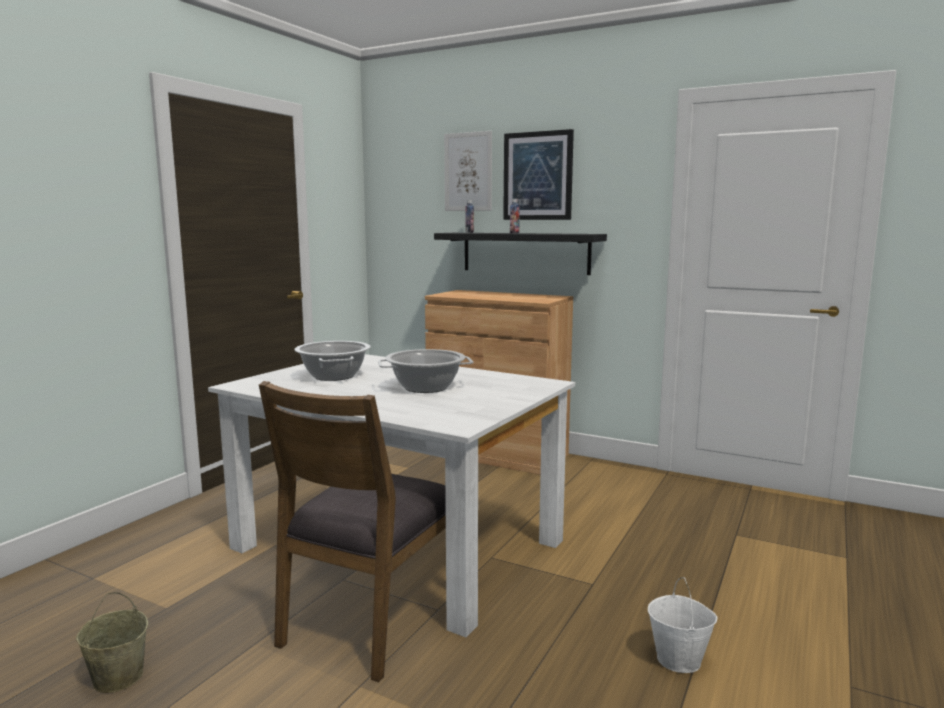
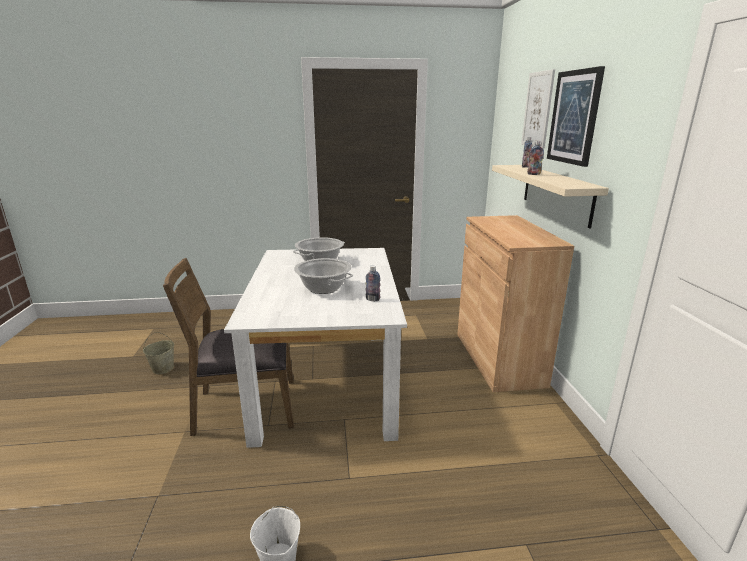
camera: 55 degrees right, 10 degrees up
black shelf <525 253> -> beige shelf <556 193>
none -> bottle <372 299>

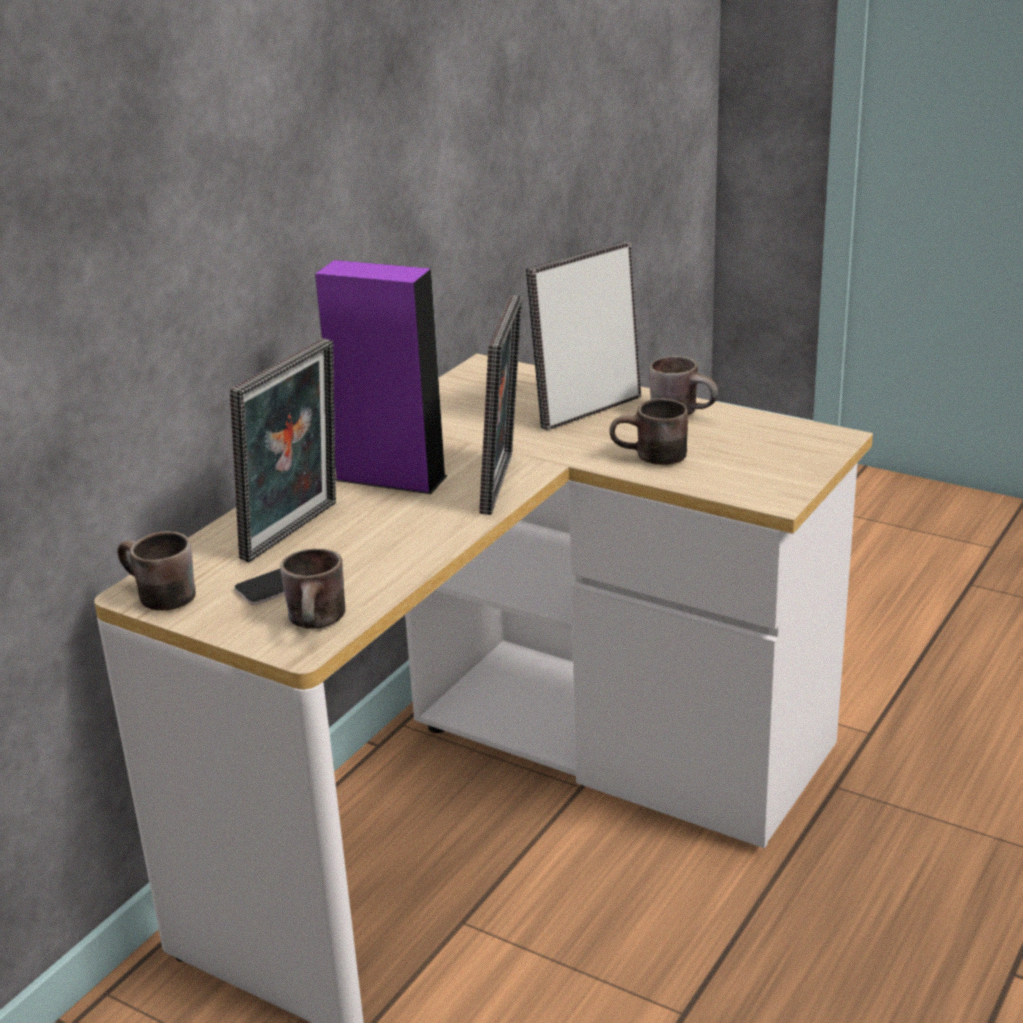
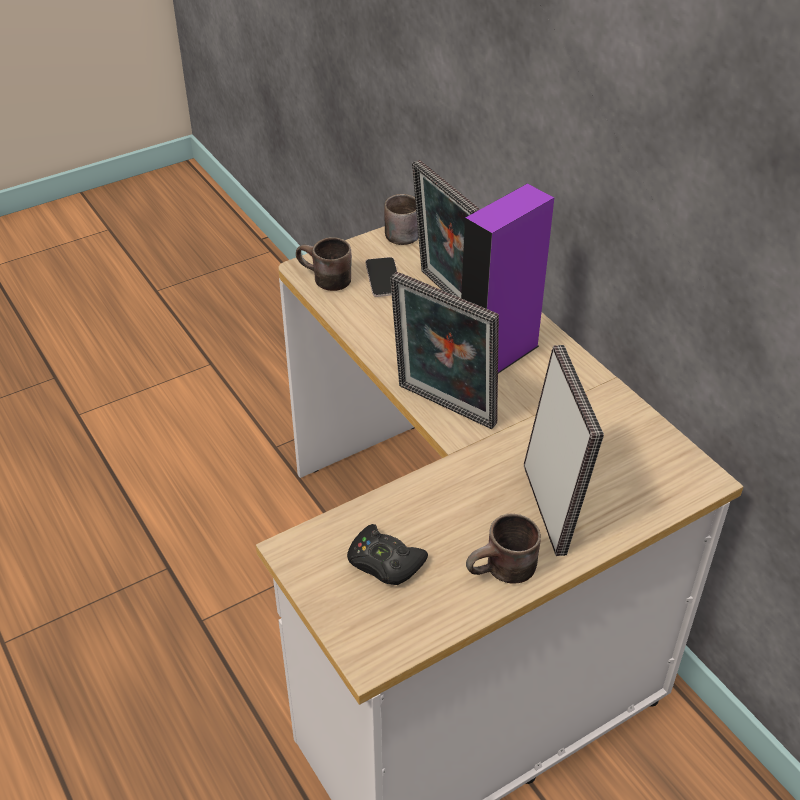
camera: 115 degrees right, 15 degrees up
brown mug <651 459> -> none
none -> black game controller <384 562>

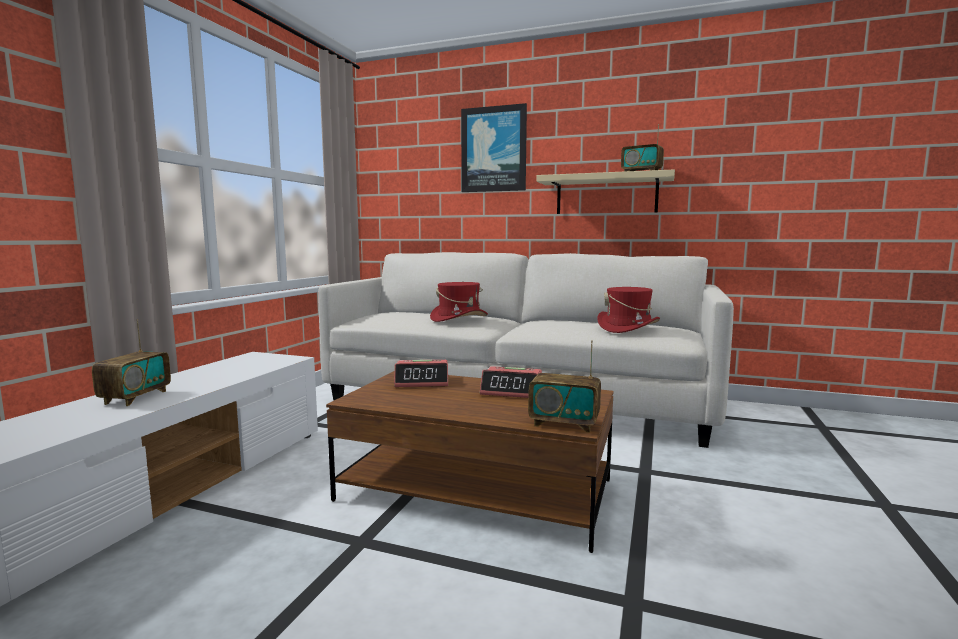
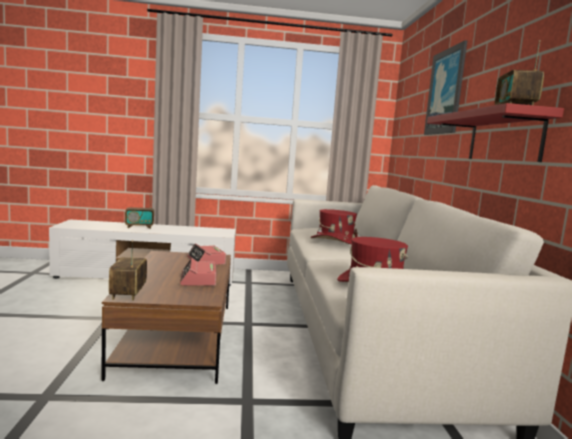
camera: 65 degrees right, 0 degrees up
beige shelf <606 195> -> red shelf <504 137>

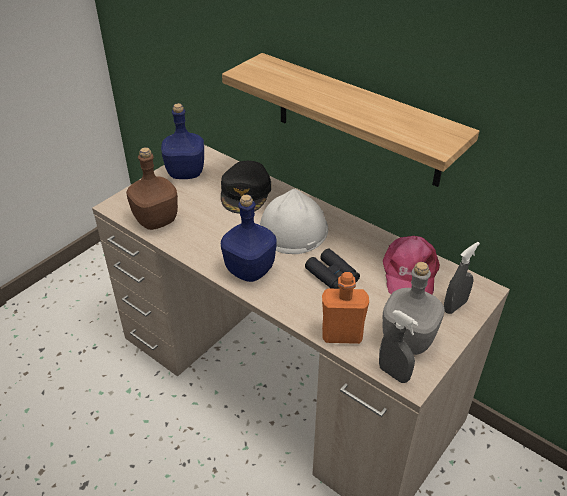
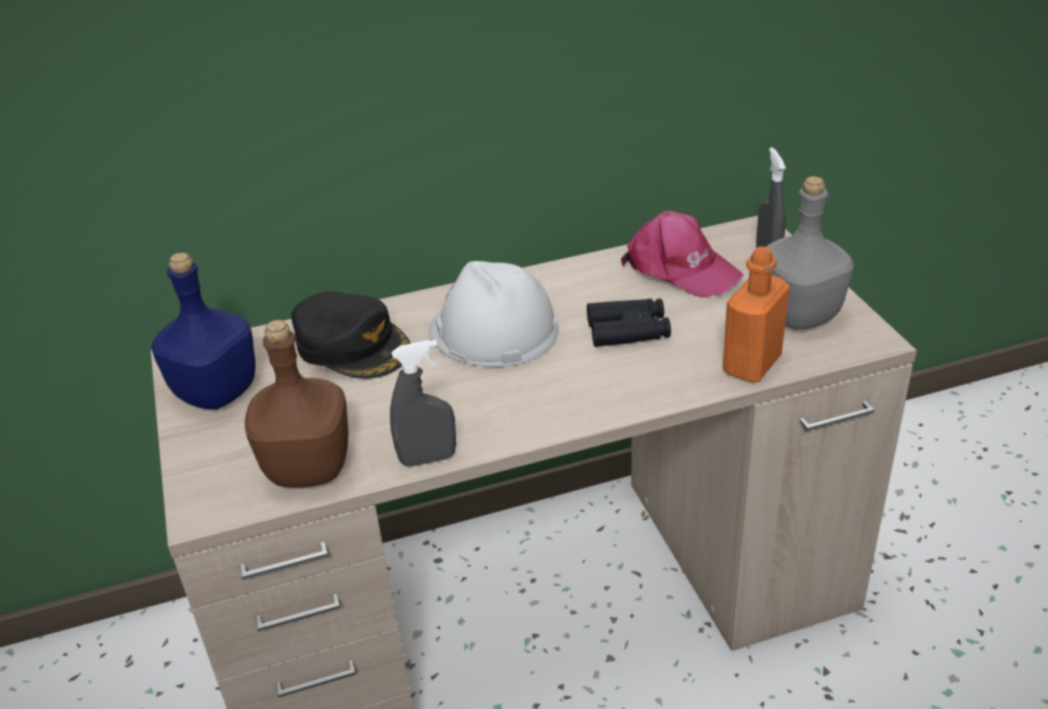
camera: 55 degrees left, 5 degrees down
blue bottle <250 269> -> none
shelf <357 120> -> none
grey spray bottle <393 373> -> grey spray bottle <428 459>, shifted

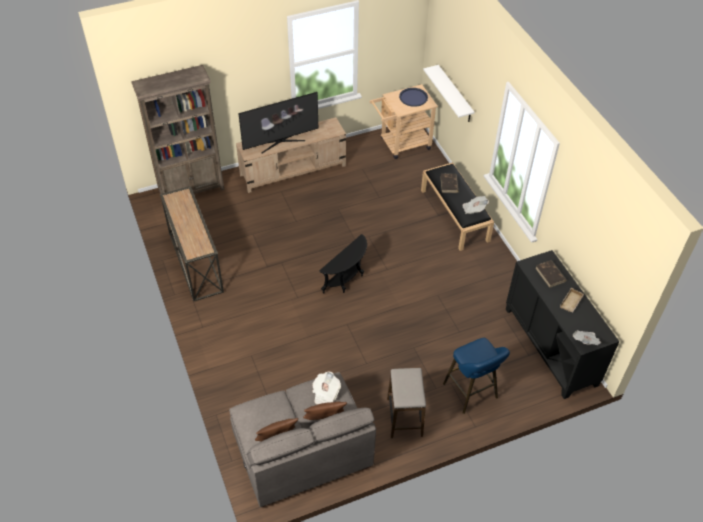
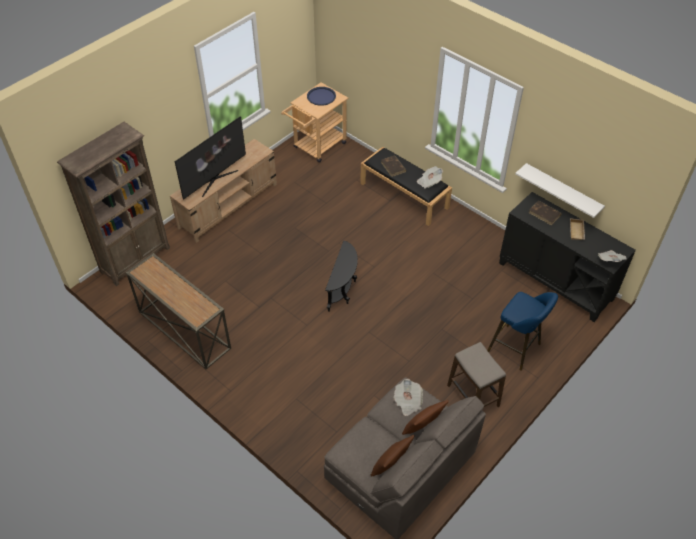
camera: 25 degrees left, 0 degrees up
white shelf <455 94> -> white shelf <562 191>, shifted

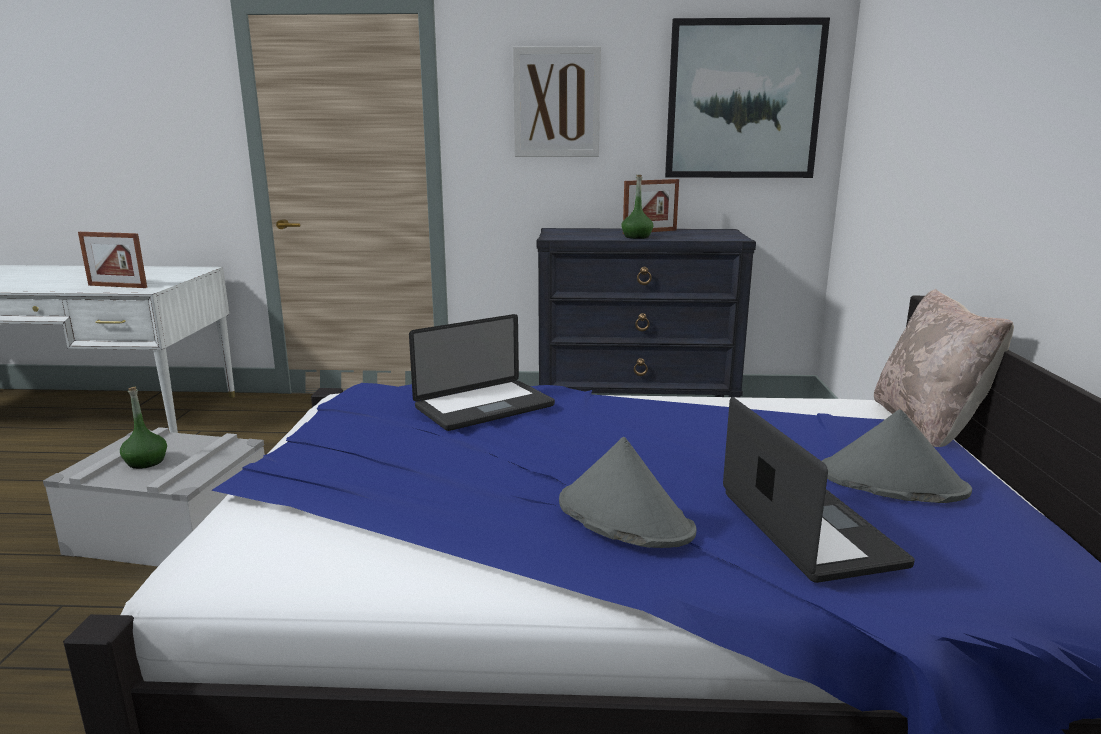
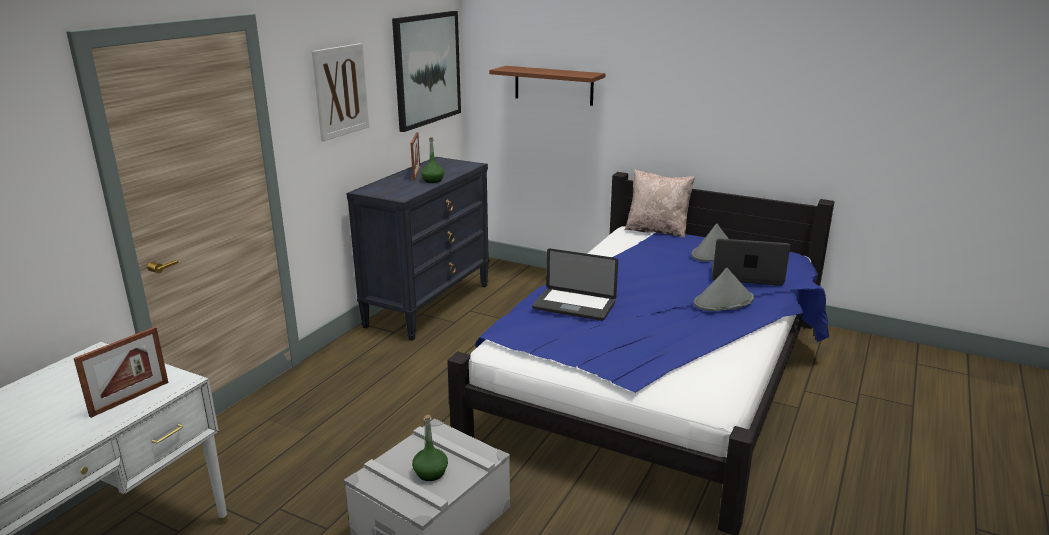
camera: 65 degrees left, 5 degrees up
laptop <484 407> -> laptop <574 306>, 120 degrees clockwise
none -> brown shelf <553 85>

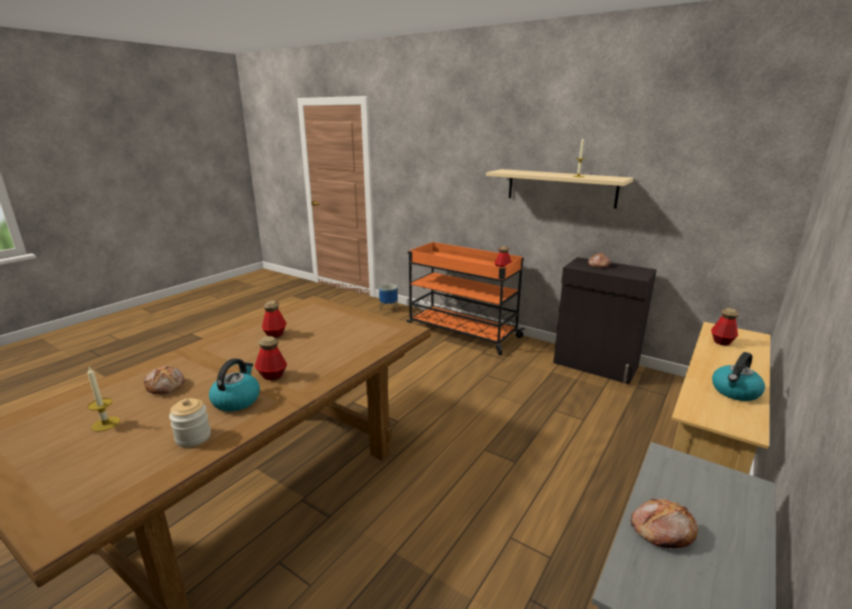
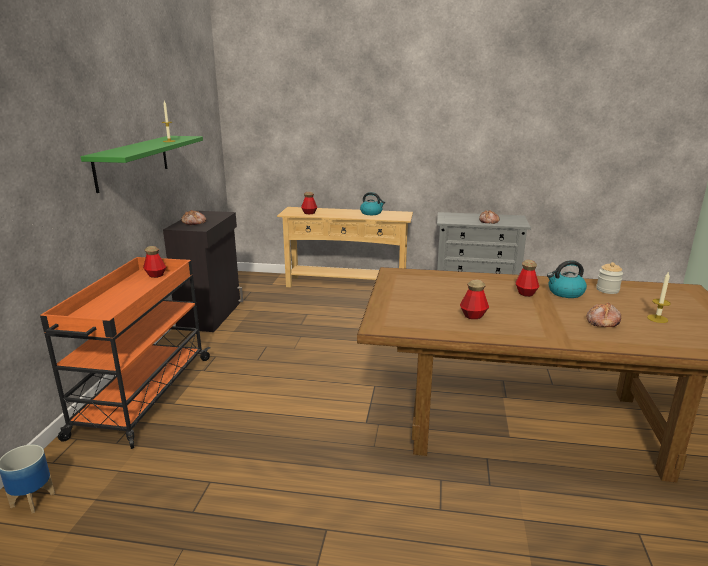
camera: 115 degrees left, 0 degrees up
beige shelf <561 188> -> green shelf <132 162>

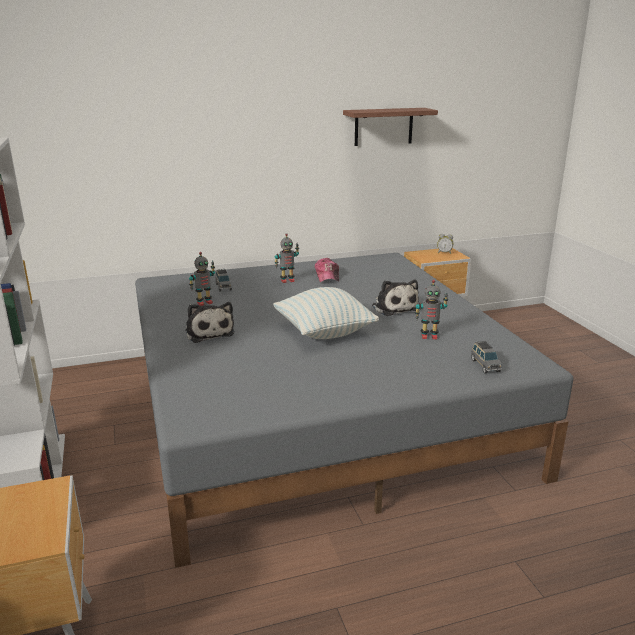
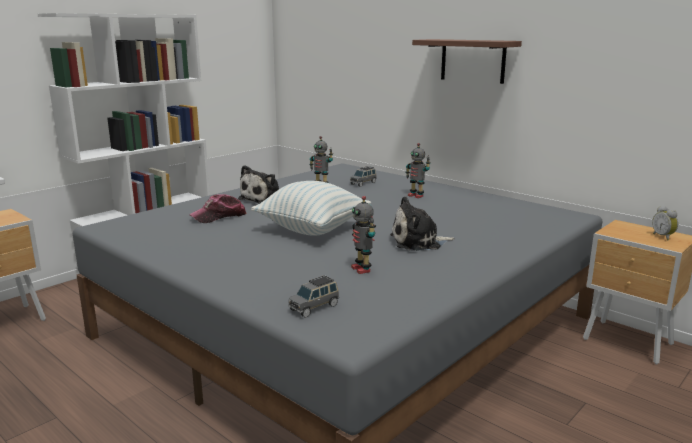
camera: 60 degrees right, 5 degrees down
cap <327 276> -> cap <219 216>, shifted
shelf <383 126> -> shelf <472 60>, shifted
plush toy <394 307> -> plush toy <418 242>, 45 degrees clockwise

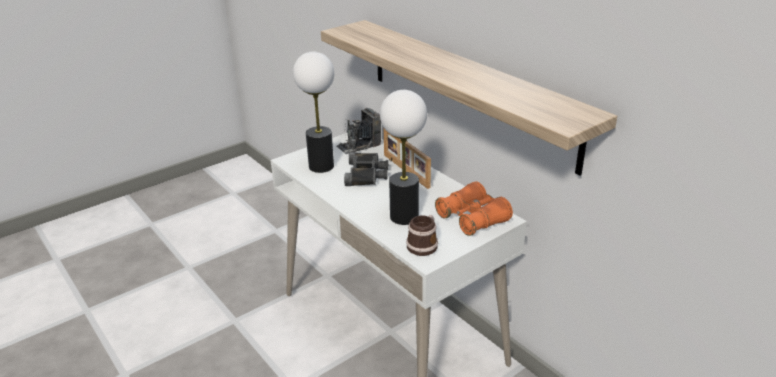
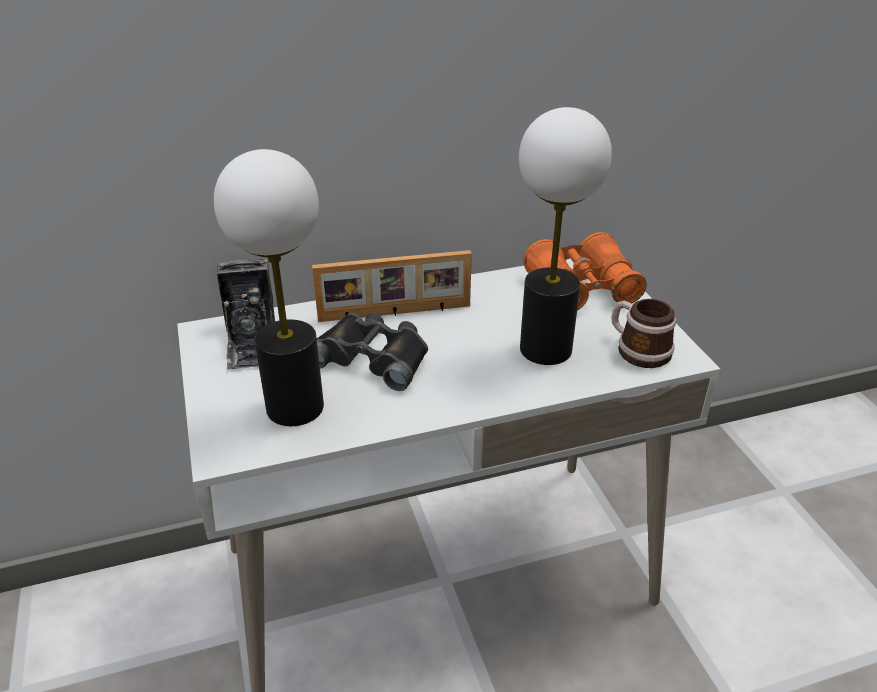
camera: 70 degrees left, 5 degrees up
shelf <467 90> -> none

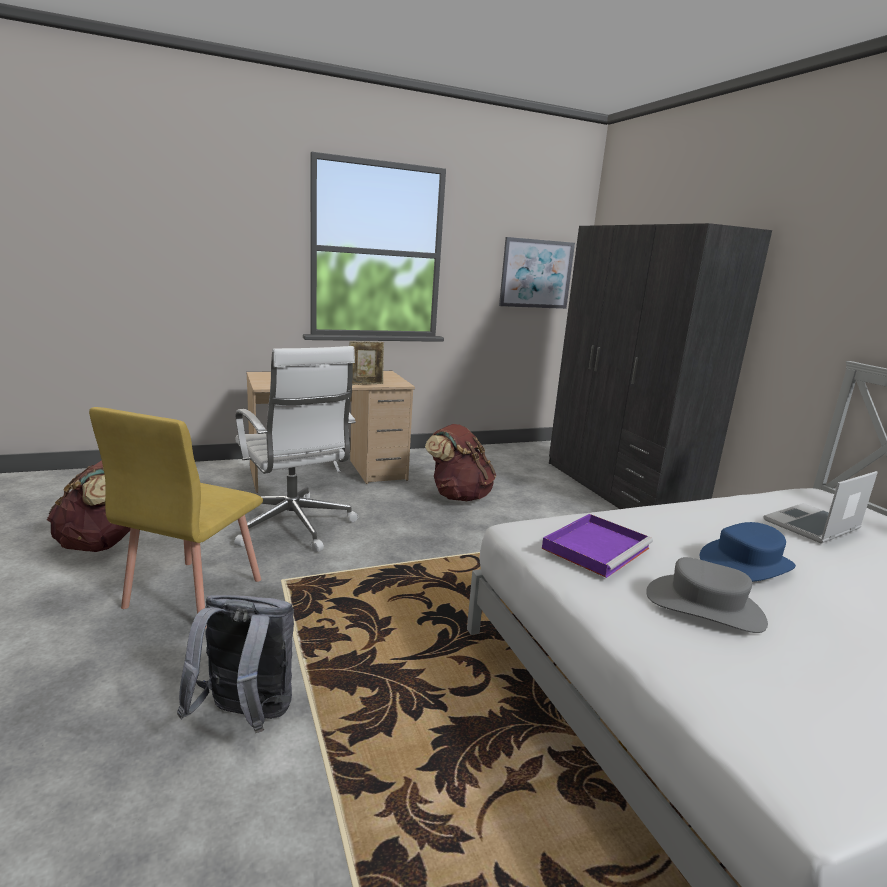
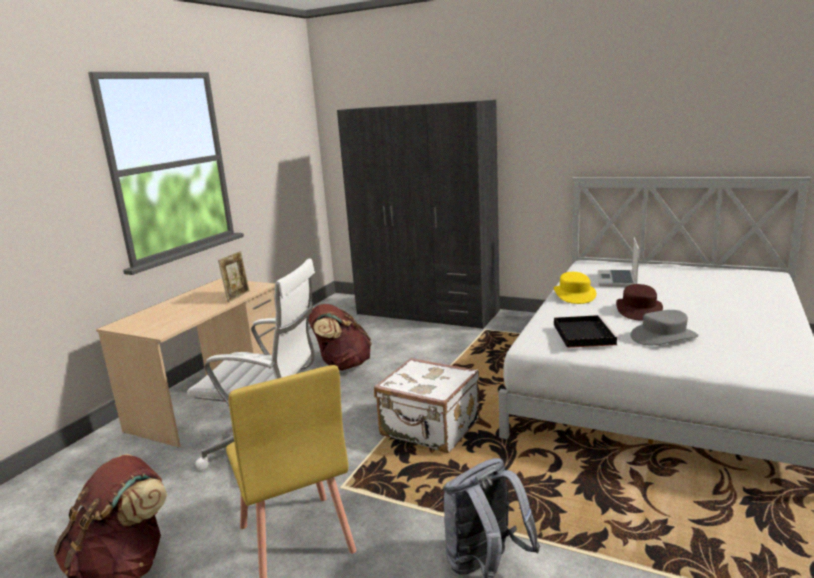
camera: 40 degrees left, 0 degrees up
picture <536 274> -> none
purple tray <596 547> -> black tray <583 334>
blue hat <746 564> -> brown hat <638 309>
none -> white suitcase <429 429>
none -> yellow hat <574 294>

